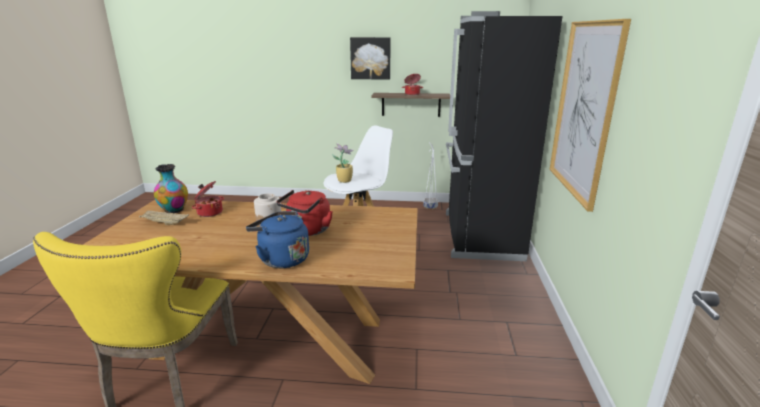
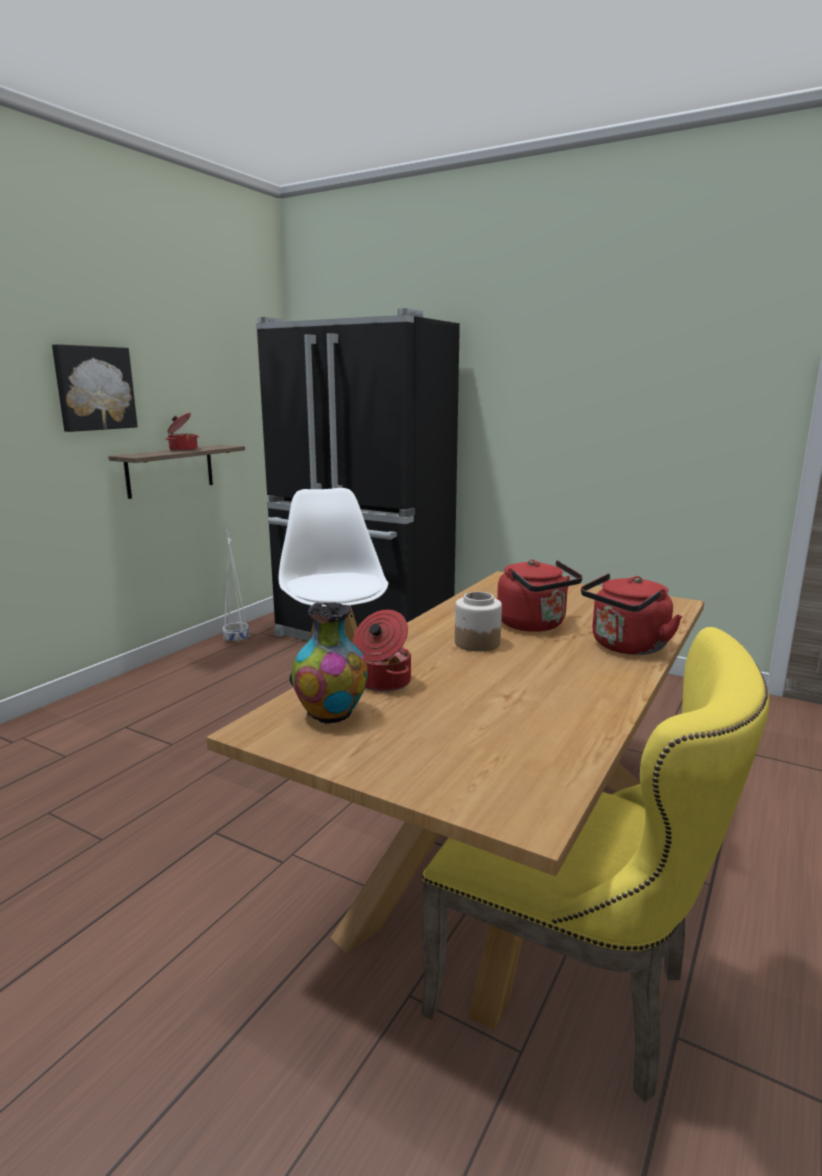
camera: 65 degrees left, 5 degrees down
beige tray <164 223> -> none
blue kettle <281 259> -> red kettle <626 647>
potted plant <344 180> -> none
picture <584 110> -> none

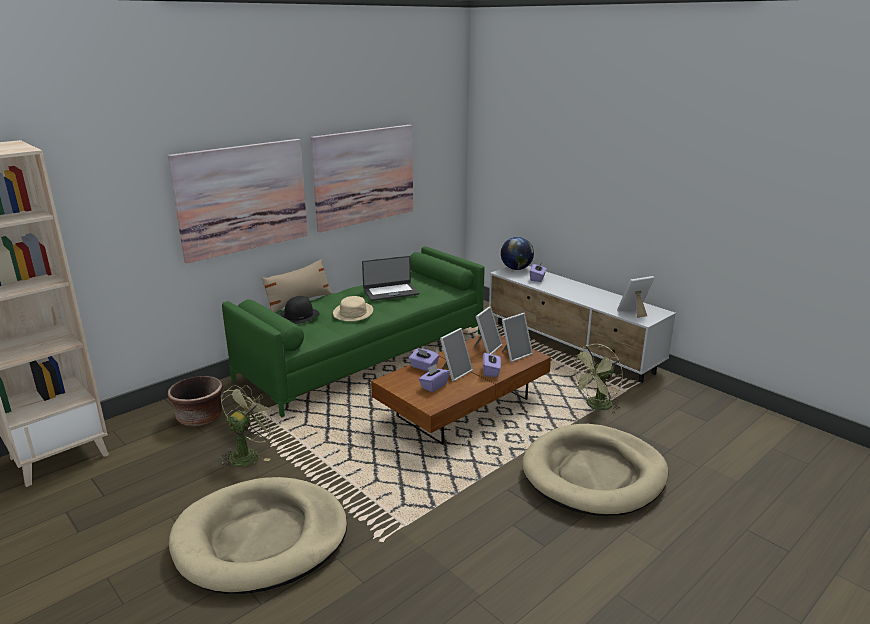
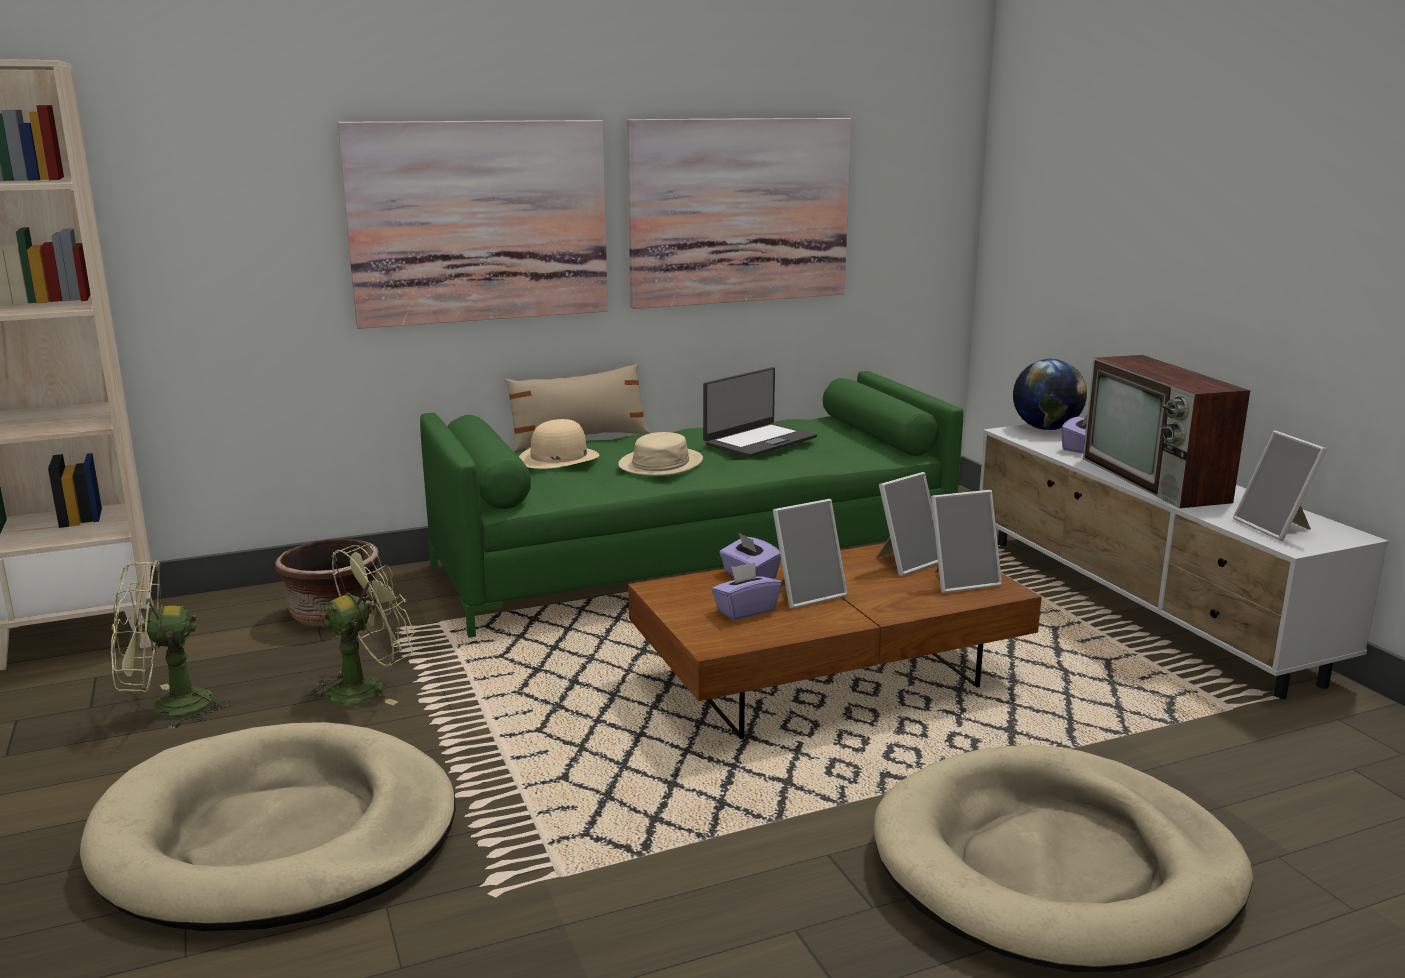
camera: 20 degrees right, 5 degrees down
black hat <299 316> -> beige hat <558 458>
laptop <390 292> -> laptop <759 441>, 45 degrees counterclockwise
purple tissue box <491 371> -> none
green fan <596 406> -> green fan <167 708>, shifted
picture frame <634 312> -> picture frame <1275 528>, 105 degrees counterclockwise
none -> television <1156 480>

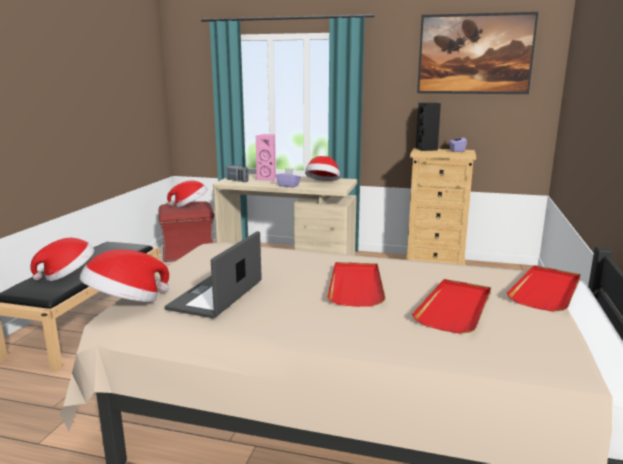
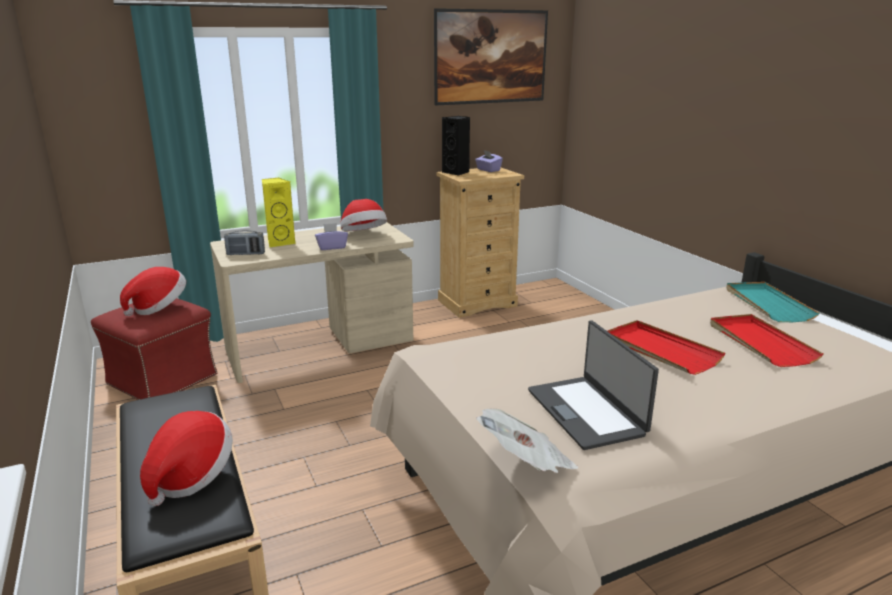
camera: 40 degrees left, 5 degrees up
hat <126 303> -> newspaper <526 463>
pink speaker <267 179> -> yellow speaker <280 242>
red tray <546 291> -> turquoise tray <767 304>

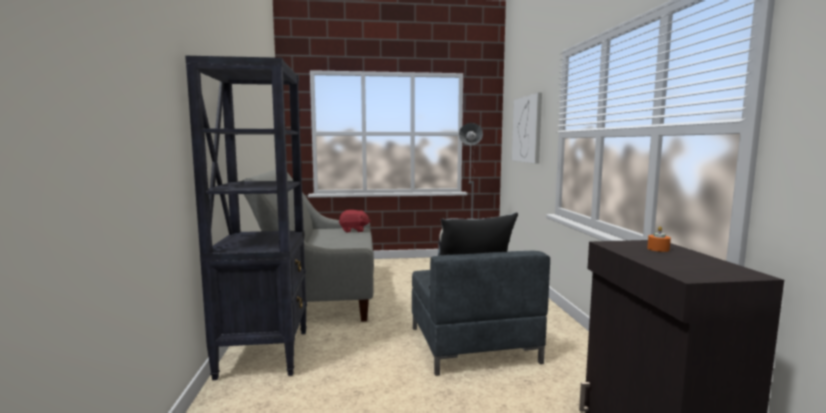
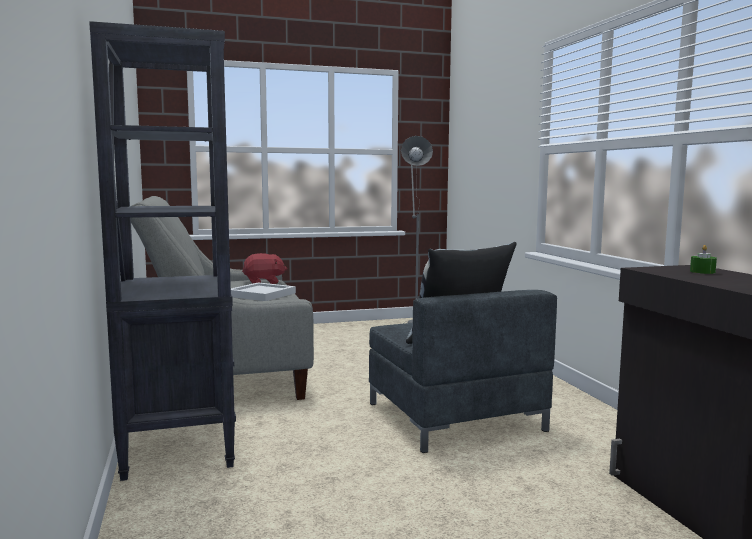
camera: 10 degrees left, 0 degrees up
picture <527 129> -> none
orange candle <658 249> -> green candle <702 272>
none -> white tray <260 294>

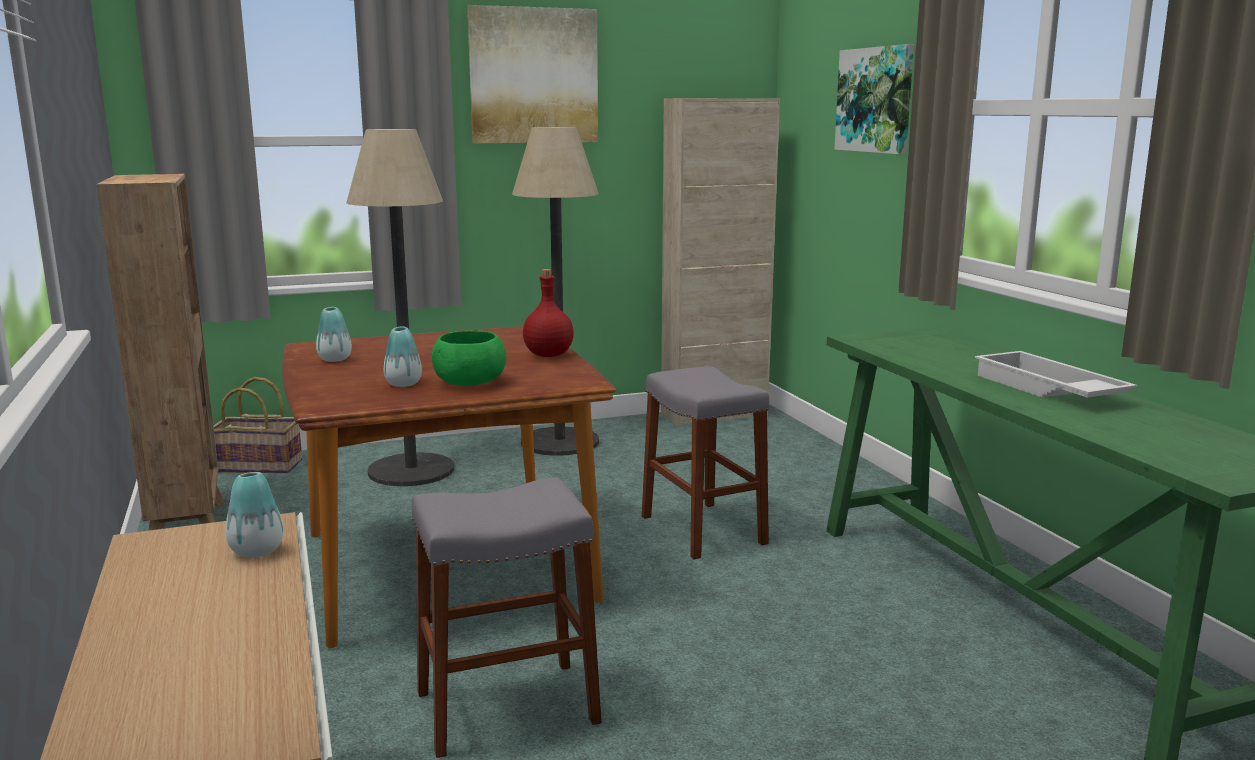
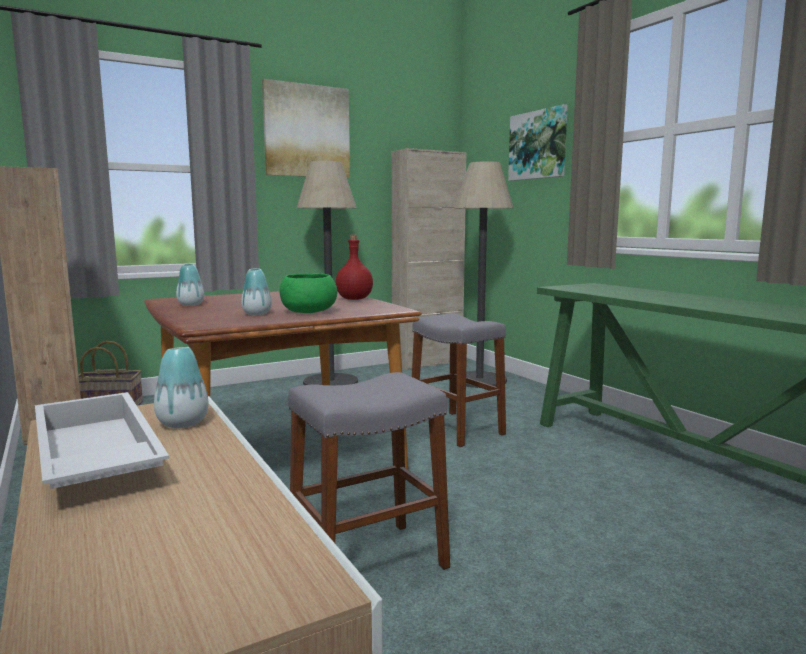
camera: 10 degrees left, 5 degrees down
floor lamp <411 470> -> floor lamp <479 380>, shifted
white tray <1046 389> -> white tray <92 457>, shifted

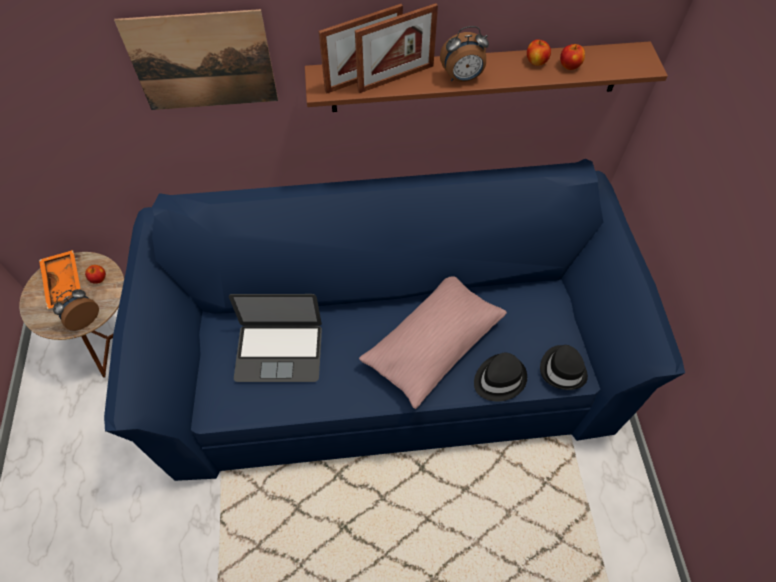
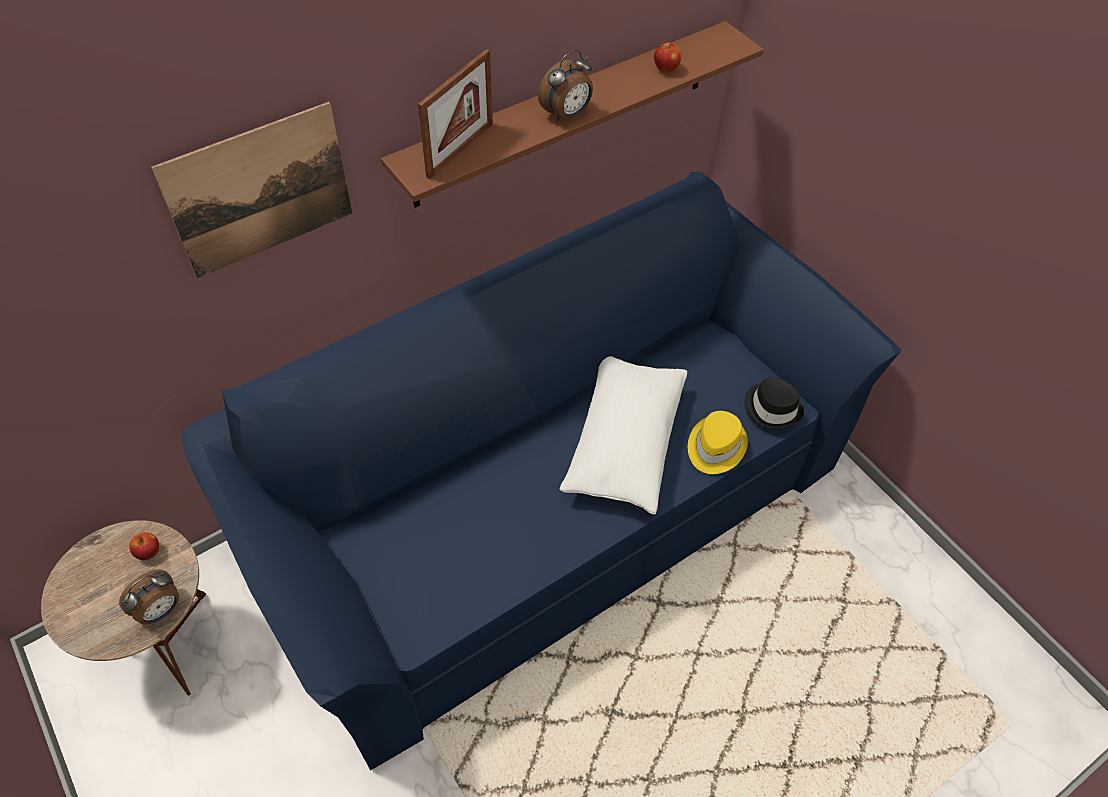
camera: 30 degrees left, 5 degrees down
orange tray <65 283> -> none
alarm clock <84 319> -> alarm clock <160 610>, 150 degrees counterclockwise
laptop <279 352> -> none
picture frame <396 78> -> none
pink pillow <433 345> -> white pillow <624 443>
black hat <499 378> -> yellow hat <715 446>
apple <536 62> -> none

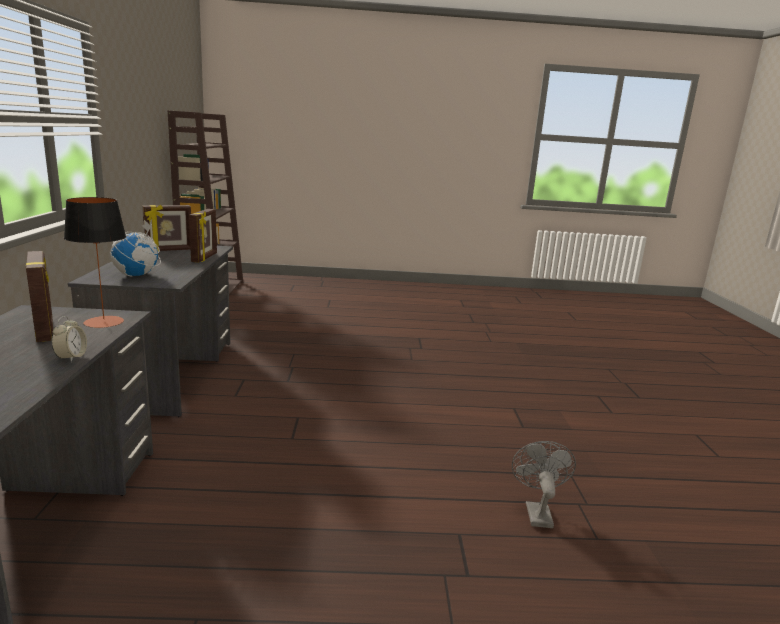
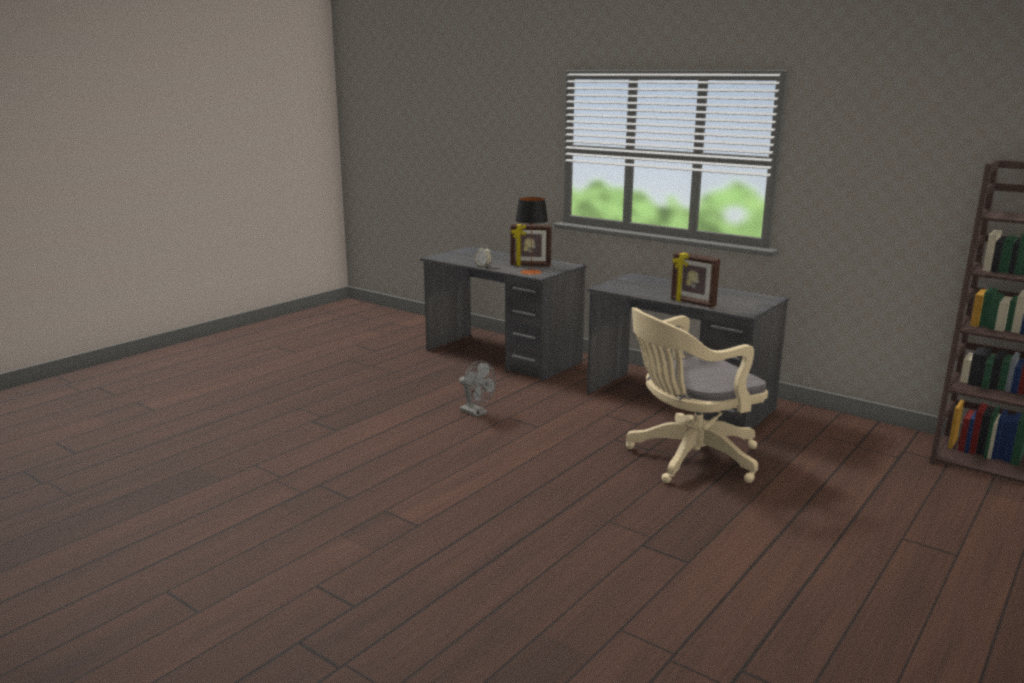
camera: 130 degrees right, 0 degrees up
globe <137 275> -> none
picture frame <169 250> -> none
grey fan <537 512> -> grey fan <476 413>, shifted
none -> beige office chair <688 459>

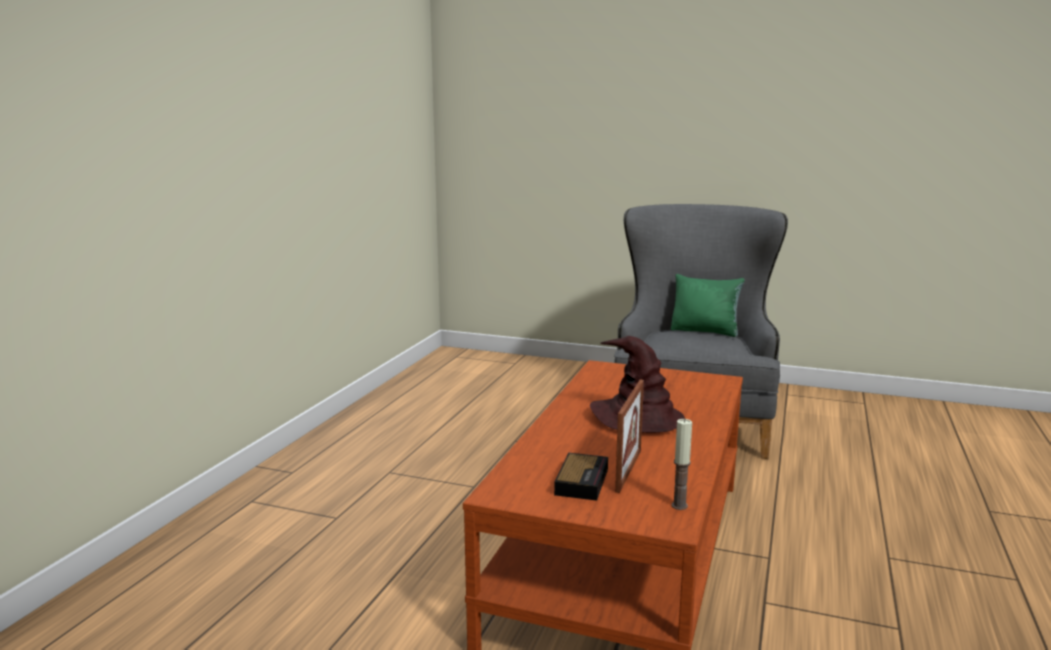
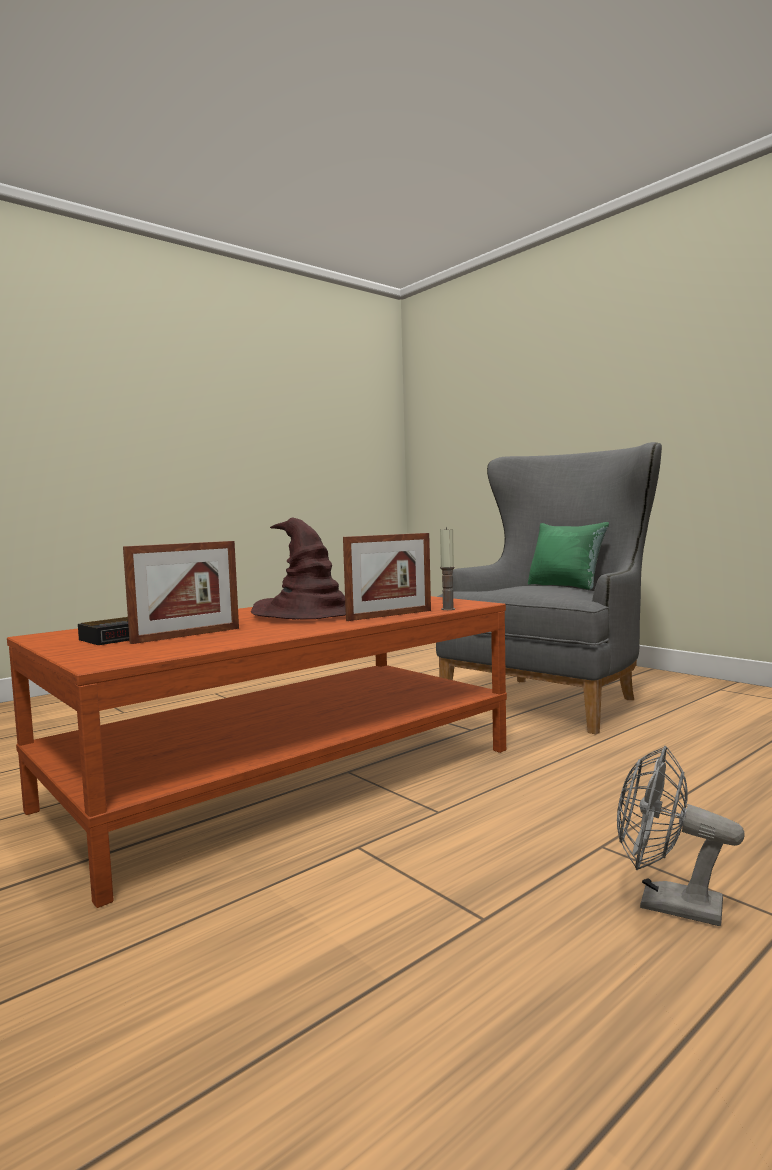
camera: 30 degrees right, 10 degrees down
candle <679 506> -> candle <448 609>, shifted
none -> picture frame <390 615>
none -> grey fan <666 904>

